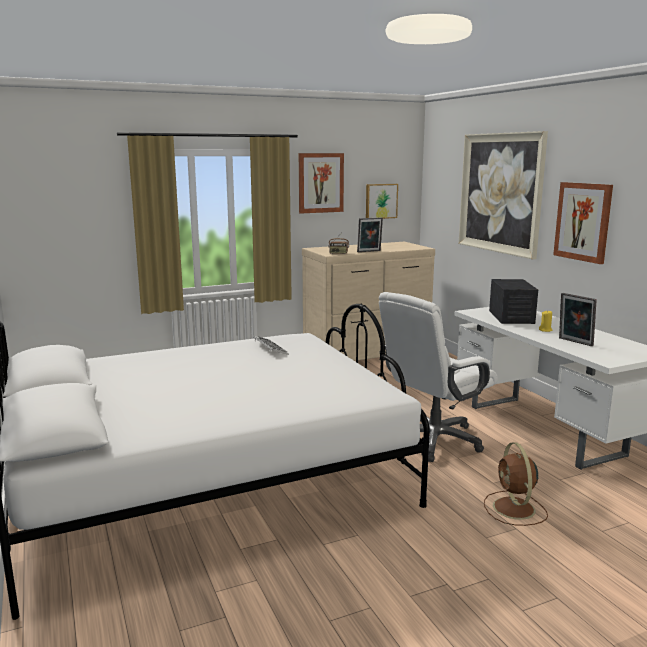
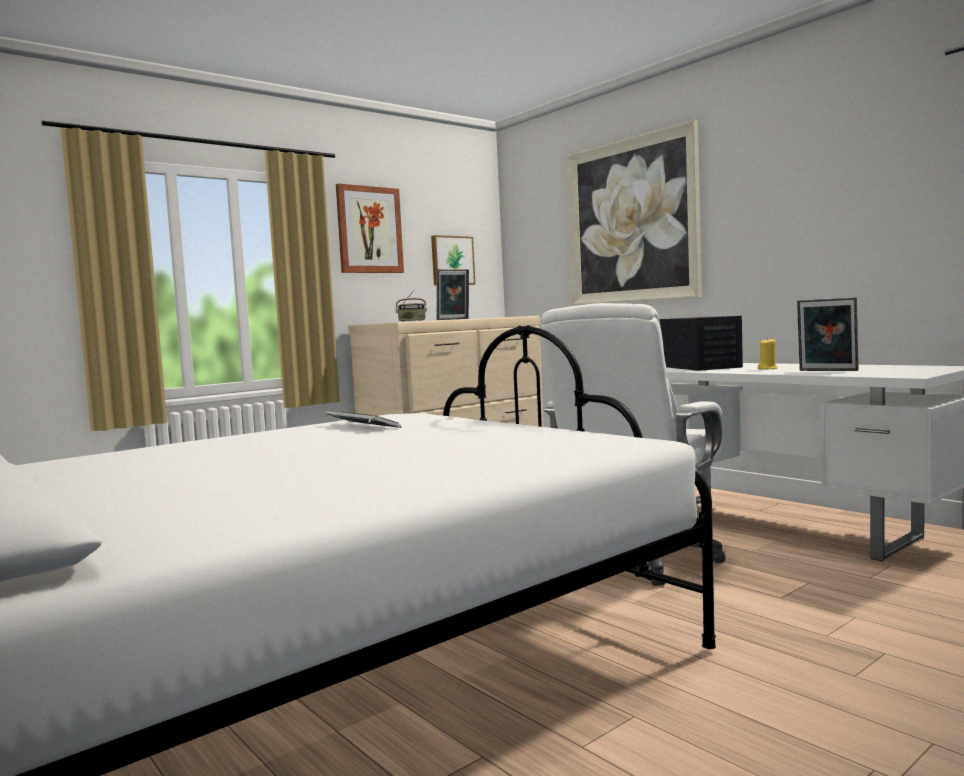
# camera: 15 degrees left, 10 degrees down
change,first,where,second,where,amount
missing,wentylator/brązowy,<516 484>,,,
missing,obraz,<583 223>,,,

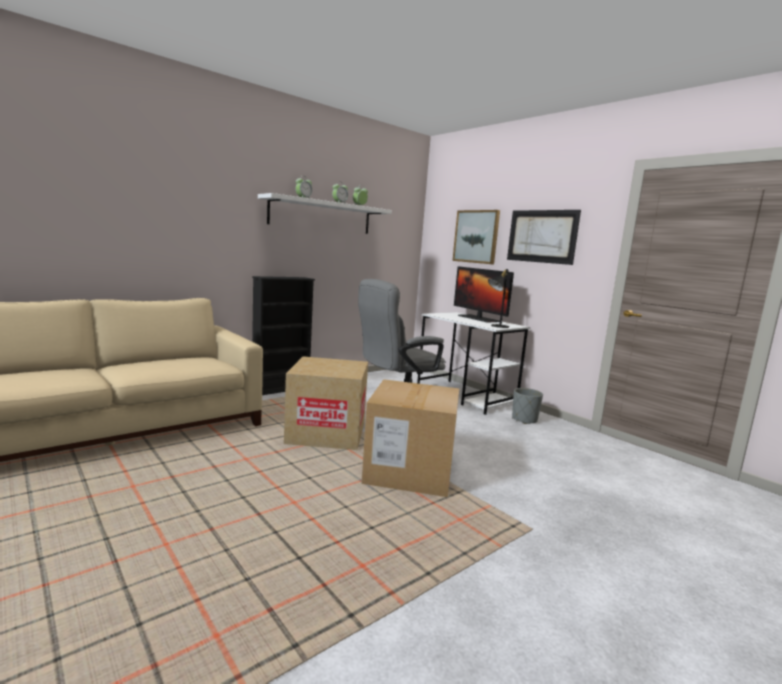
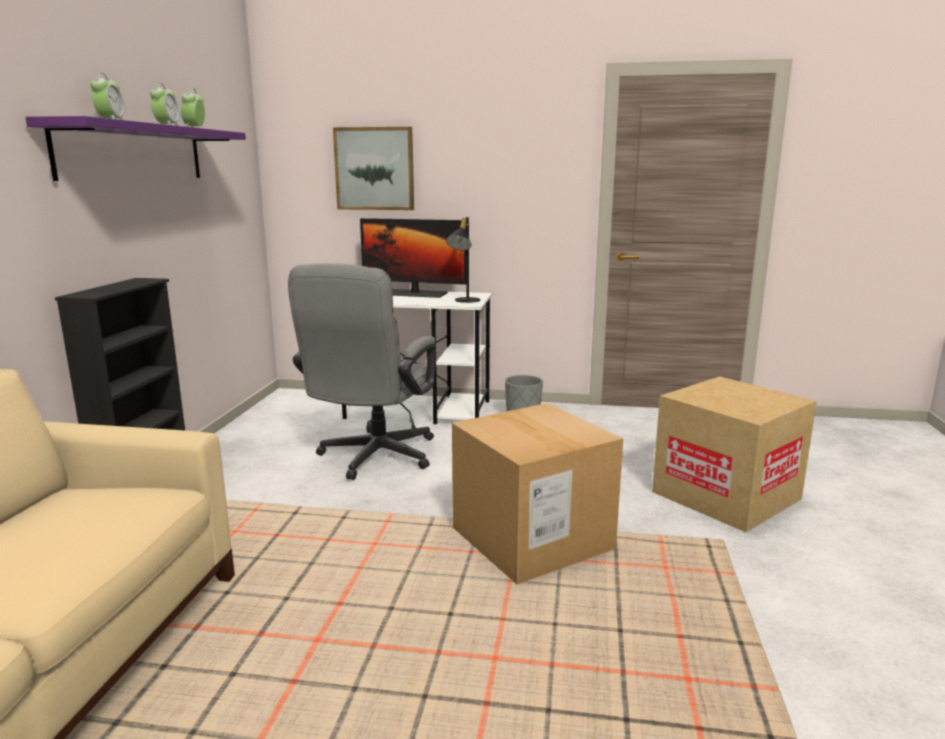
# camera: 40 degrees left, 5 degrees up
change,first,where,second,where,amount
missing,obraz,<544 237>,,,
relocated,karton,<326 403>,,<734 454>,
colour,półka/biały,<325 213>,półka/fioletowy,<135 148>,

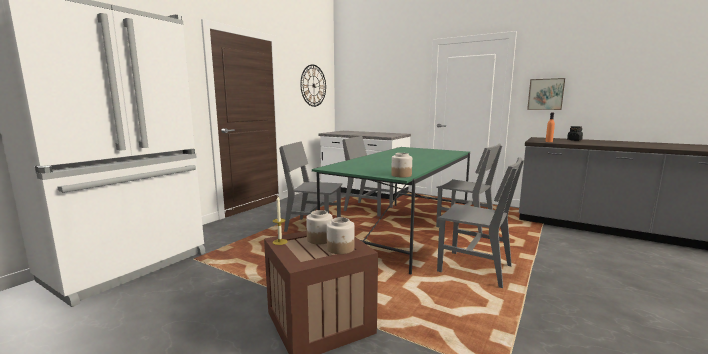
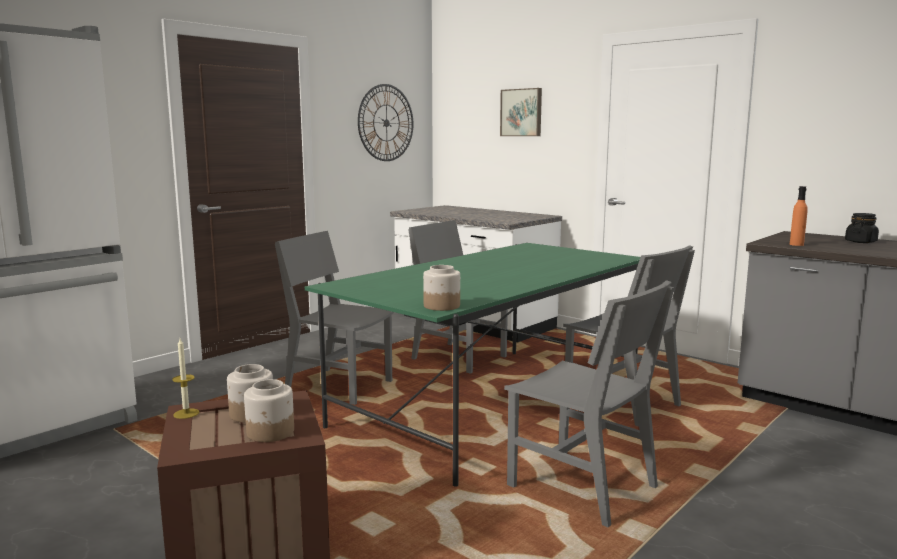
# camera: 10 degrees right, 0 degrees up
change,first,where,second,where,amount
relocated,obraz,<546 94>,,<521 112>,

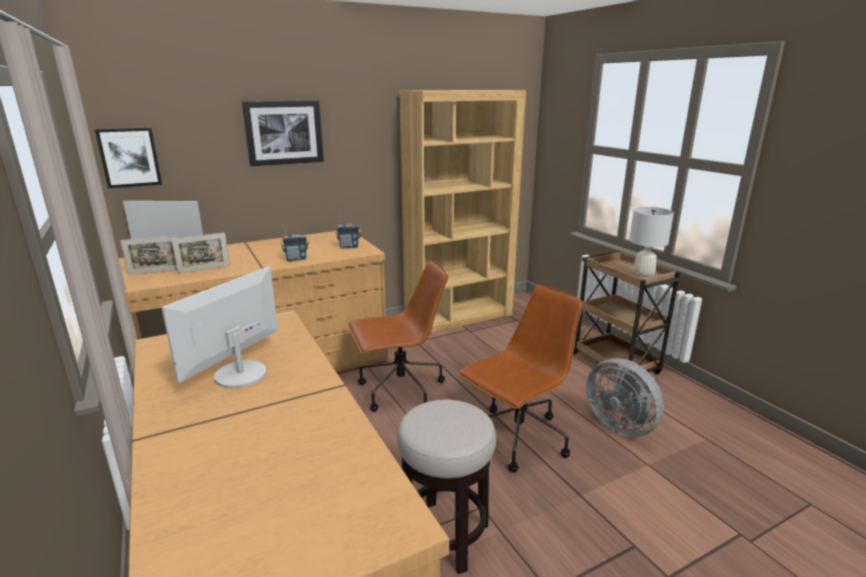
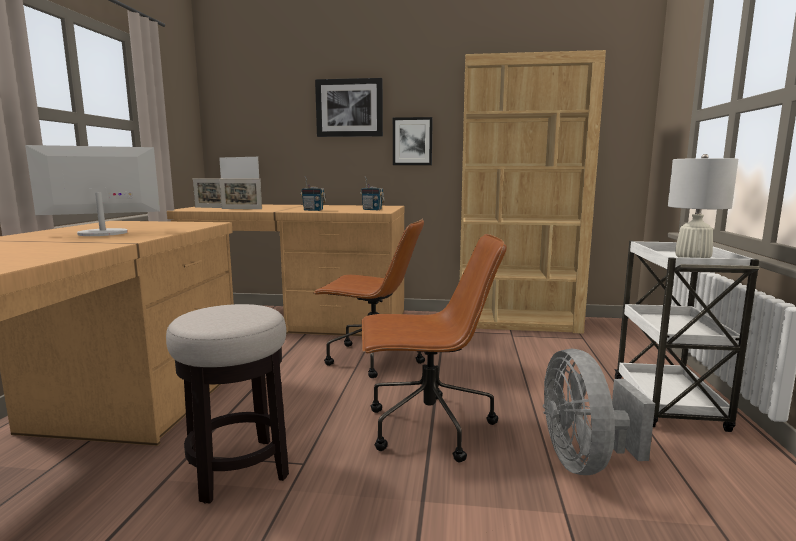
# camera: 35 degrees right, 10 degrees down
change,first,where,second,where,amount
relocated,obraz,<128 157>,,<413 141>,
colour,wózek/brązowy,<628 312>,wózek/biały,<687 336>,

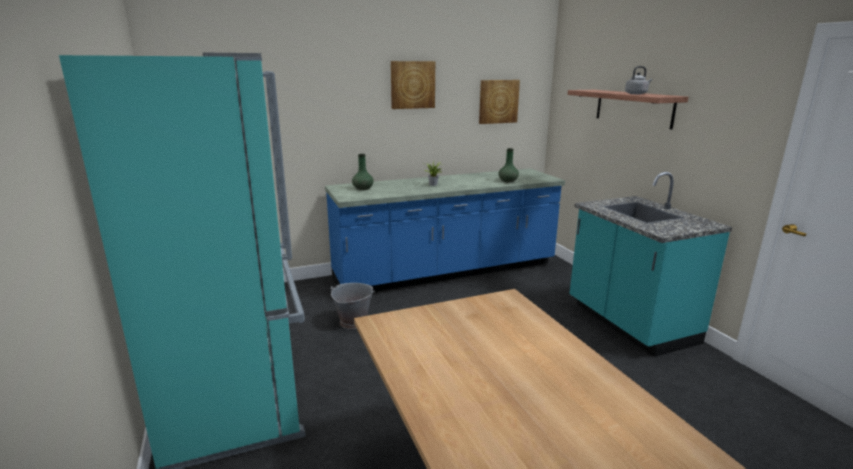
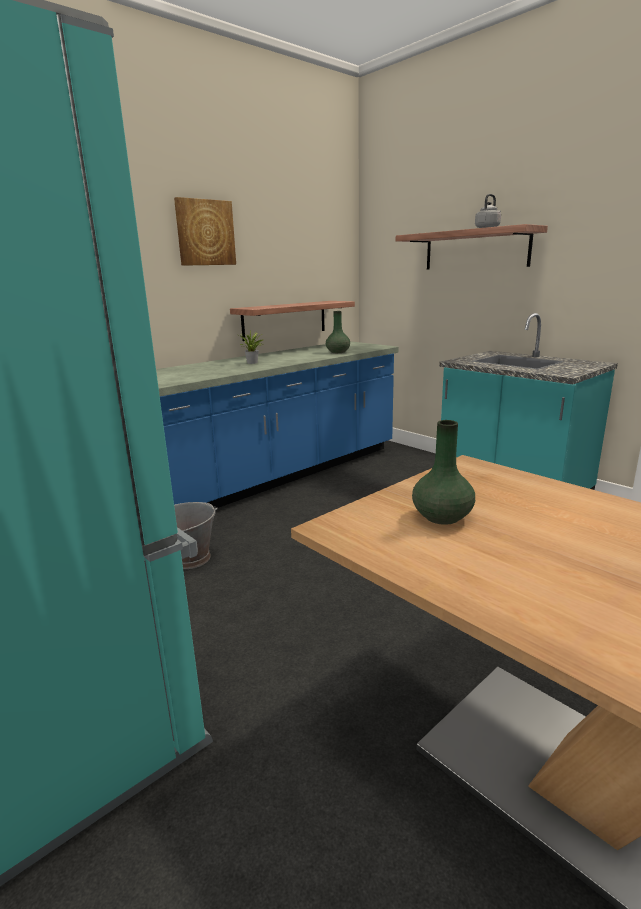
# camera: 20 degrees left, 0 degrees up
change,first,where,second,where,amount
missing,obraz,<499 102>,,,
appeared,,,półka,<292 321>,
relocated,wazon/zielony,<363 172>,,<443 472>,

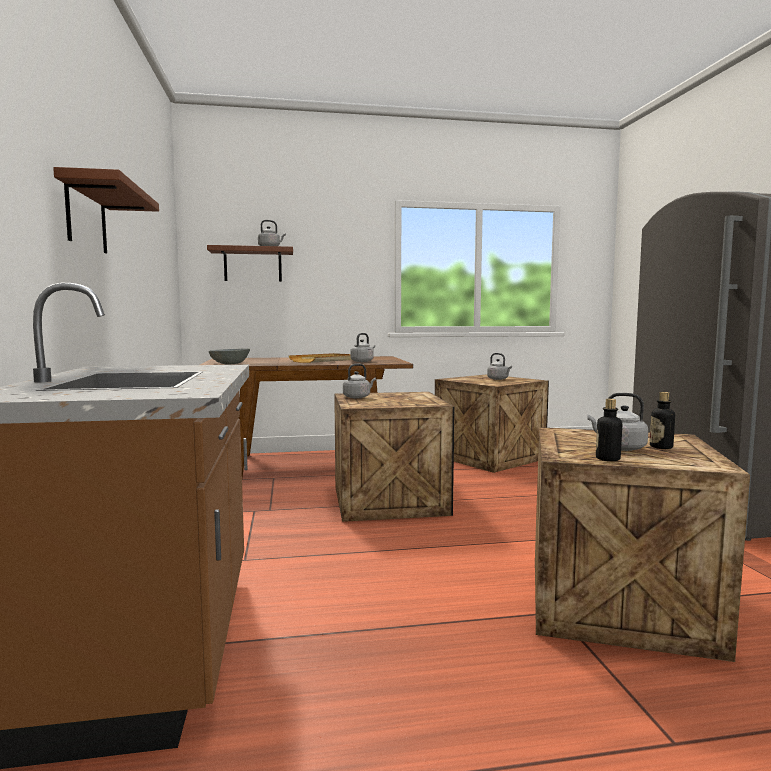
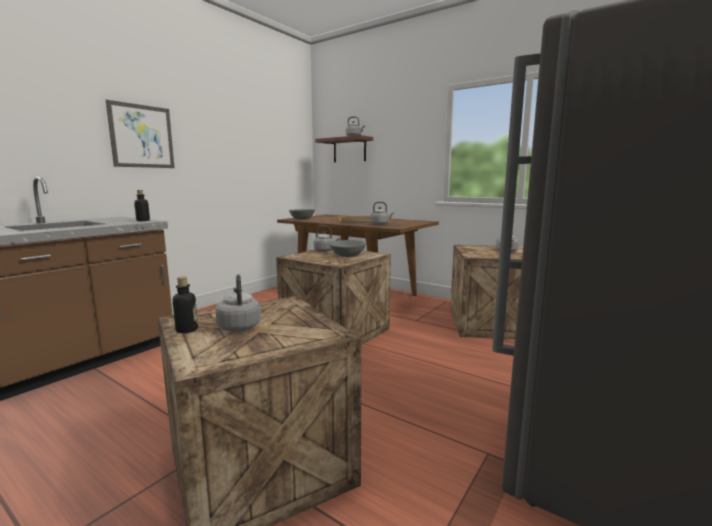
# camera: 45 degrees right, 5 degrees up
change,first,where,second,where,amount
appeared,,,miska/szary,<348 248>,
relocated,butelka,<662 420>,,<142 205>,
exchanged,półka/brązowy,<106 210>,obraz,<140 134>,

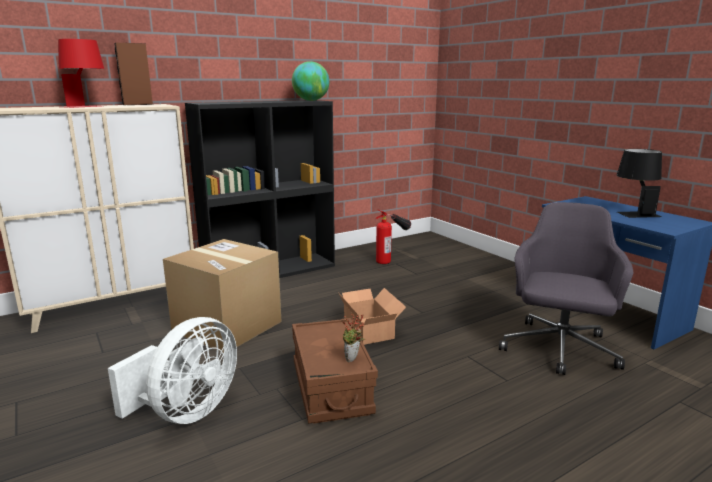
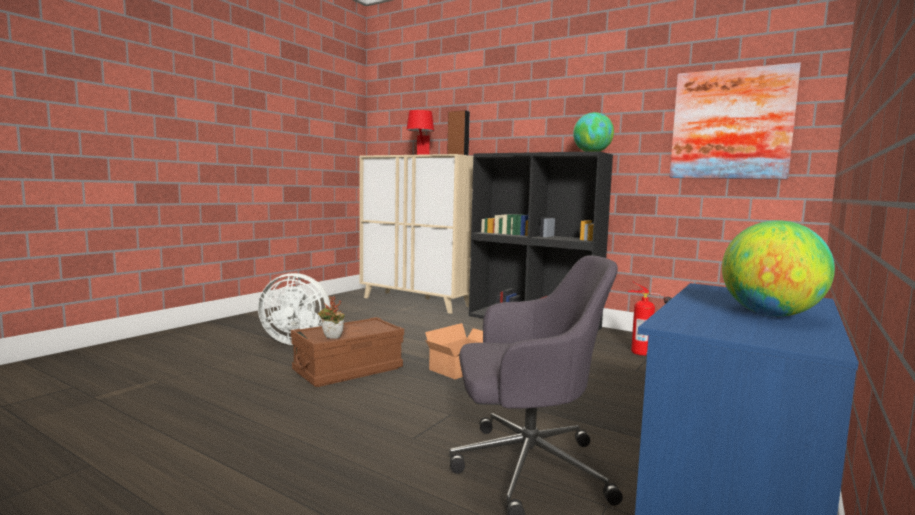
# camera: 65 degrees right, 10 degrees down
change,first,where,second,where,amount
missing,karton,<222 296>,,,
appeared,,,obraz,<735 121>,
exchanged,lampa stołowa/czarny,<639 183>,globus,<778 268>,

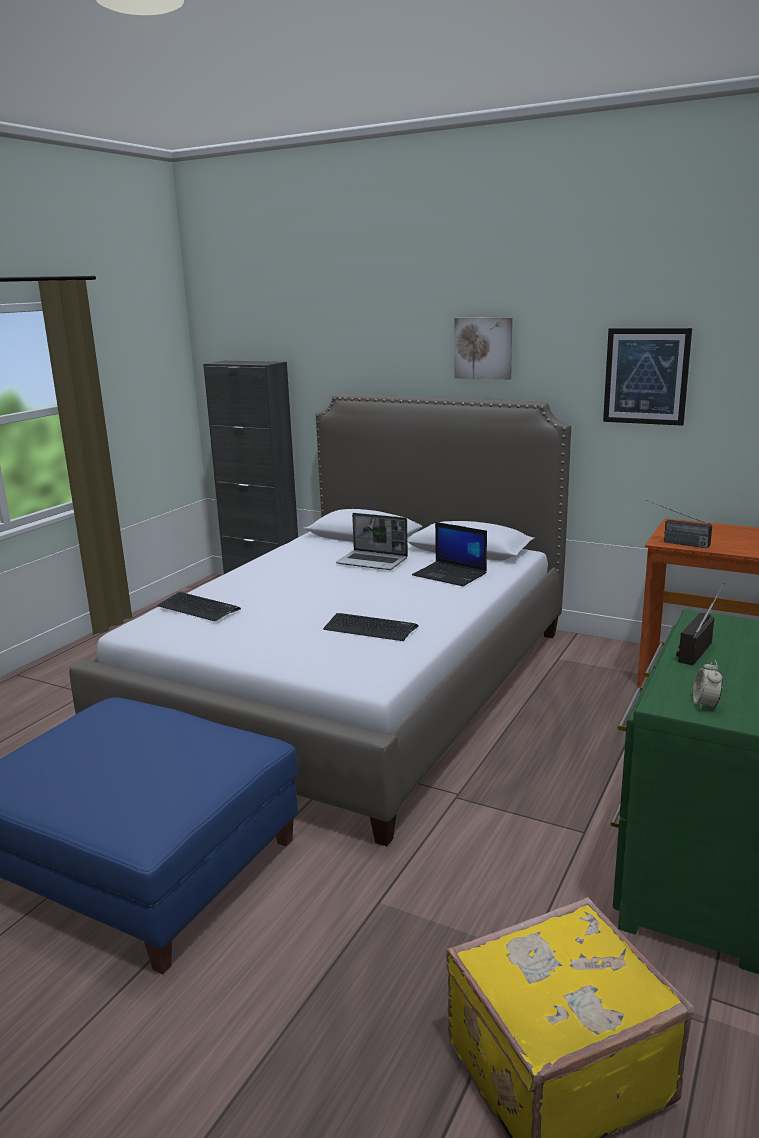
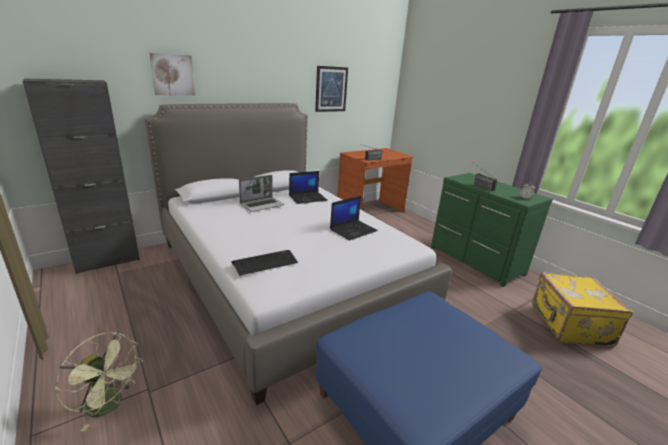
# camera: 65 degrees left, 5 degrees up
change,first,where,second,where,amount
appeared,,,wentylator/zielony,<99 381>,
relocated,obraz,<483 348>,,<172 74>,
exchanged,klawiatura,<370 627>,laptop,<354 218>,

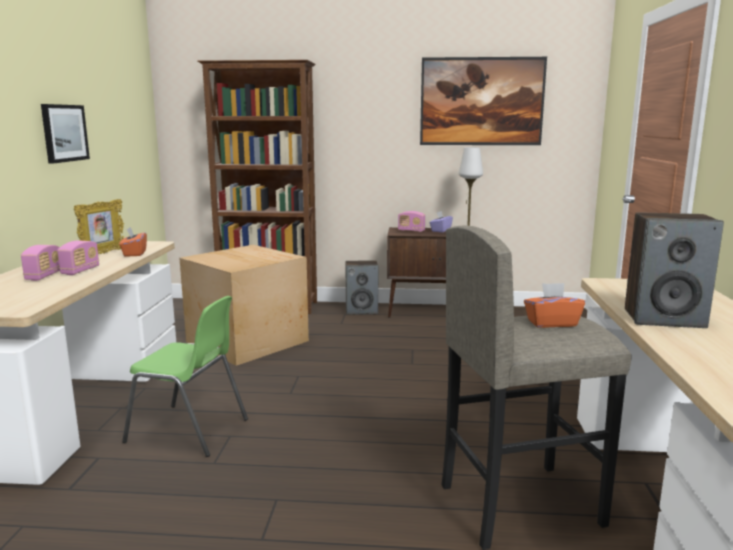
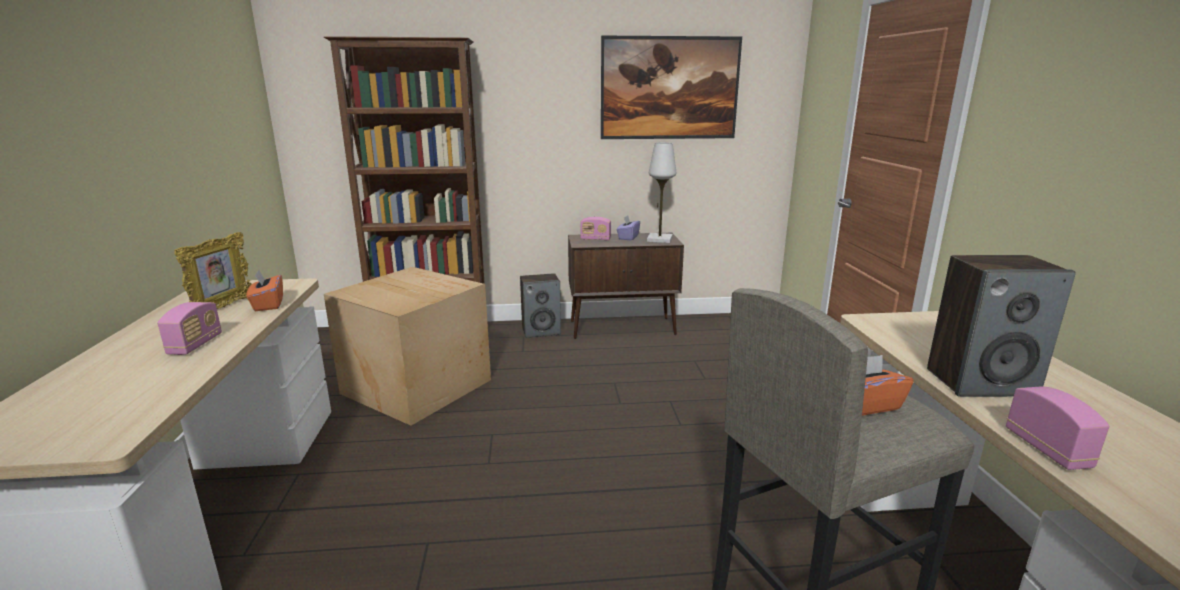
# camera: 10 degrees left, 5 degrees up
change,first,where,second,where,amount
missing,obraz,<65 134>,,,
missing,krzesło/zielony,<185 376>,,,
relocated,radio,<40 263>,,<1057 428>,

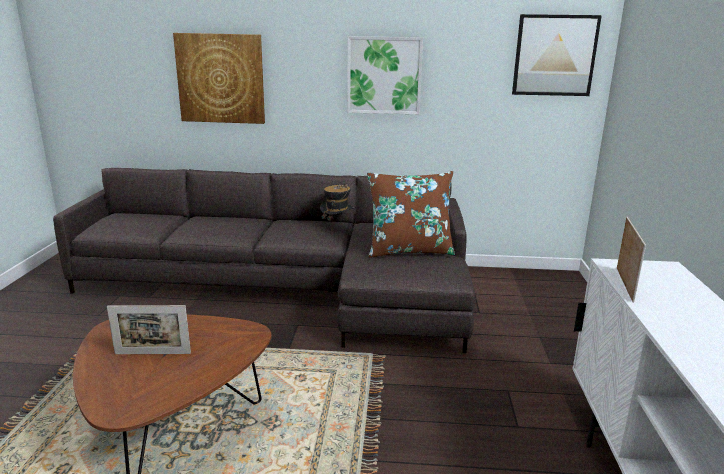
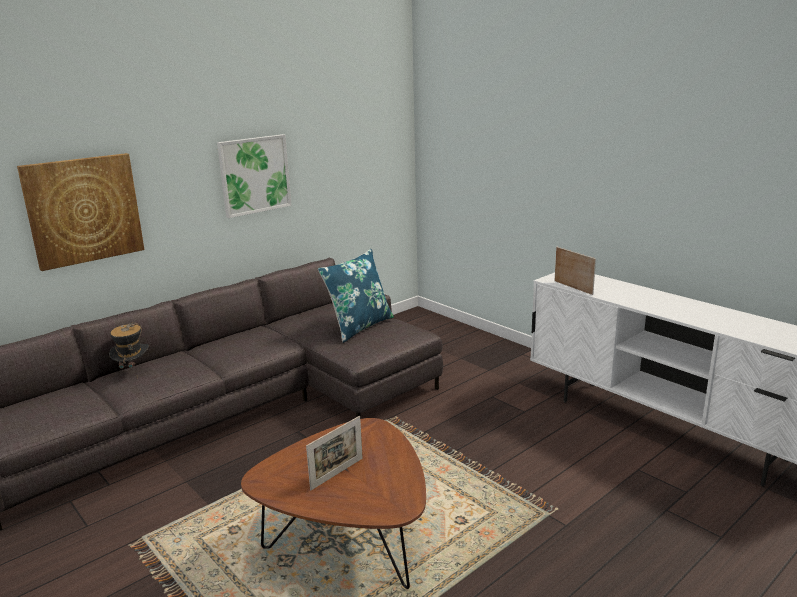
# camera: 45 degrees left, 0 degrees up
change,first,where,second,where,amount
missing,obraz,<557 55>,,,
relocated,kapelusz,<337 202>,,<129 345>,
colour,poduszka/brązowy,<411 214>,poduszka/niebieski,<356 296>,

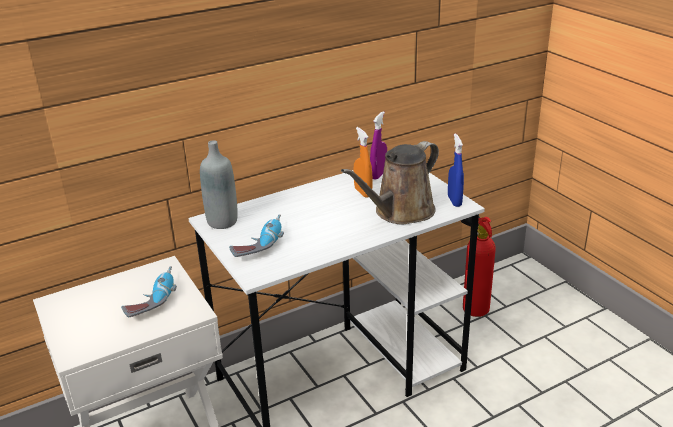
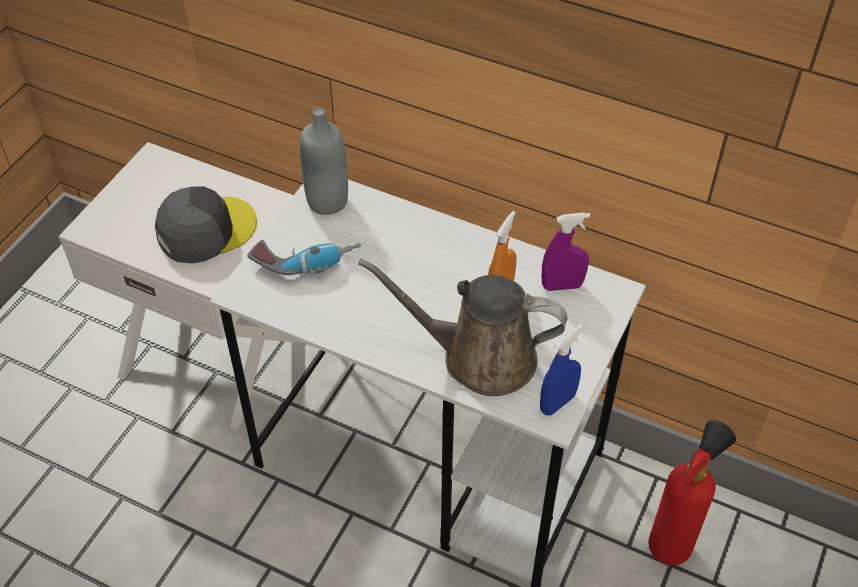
# camera: 55 degrees right, 20 degrees up
change,first,where,second,where,amount
exchanged,wiertarka,<149 291>,czapka z daszkiem/szary,<206 225>,

